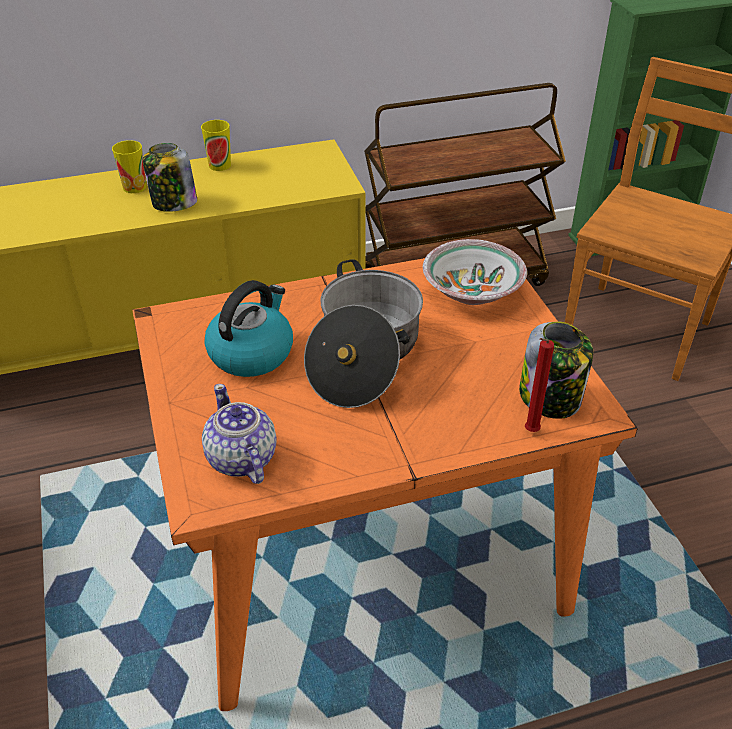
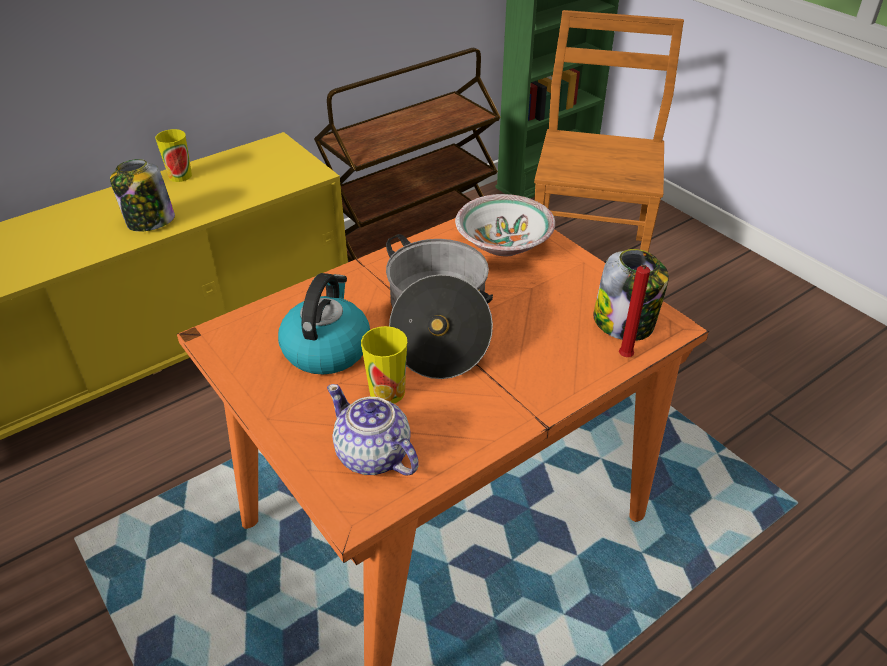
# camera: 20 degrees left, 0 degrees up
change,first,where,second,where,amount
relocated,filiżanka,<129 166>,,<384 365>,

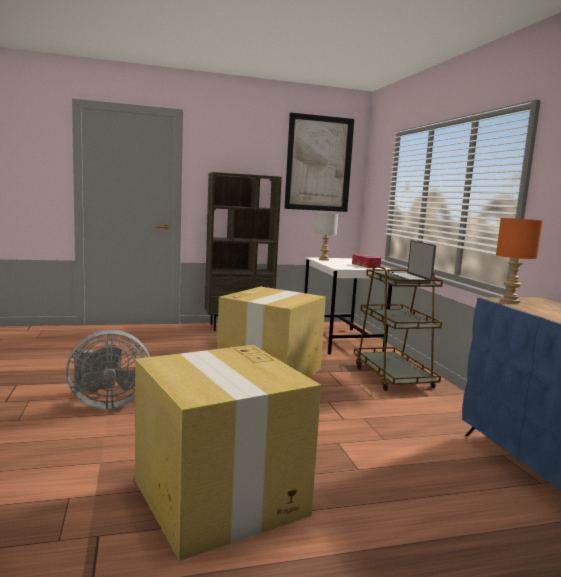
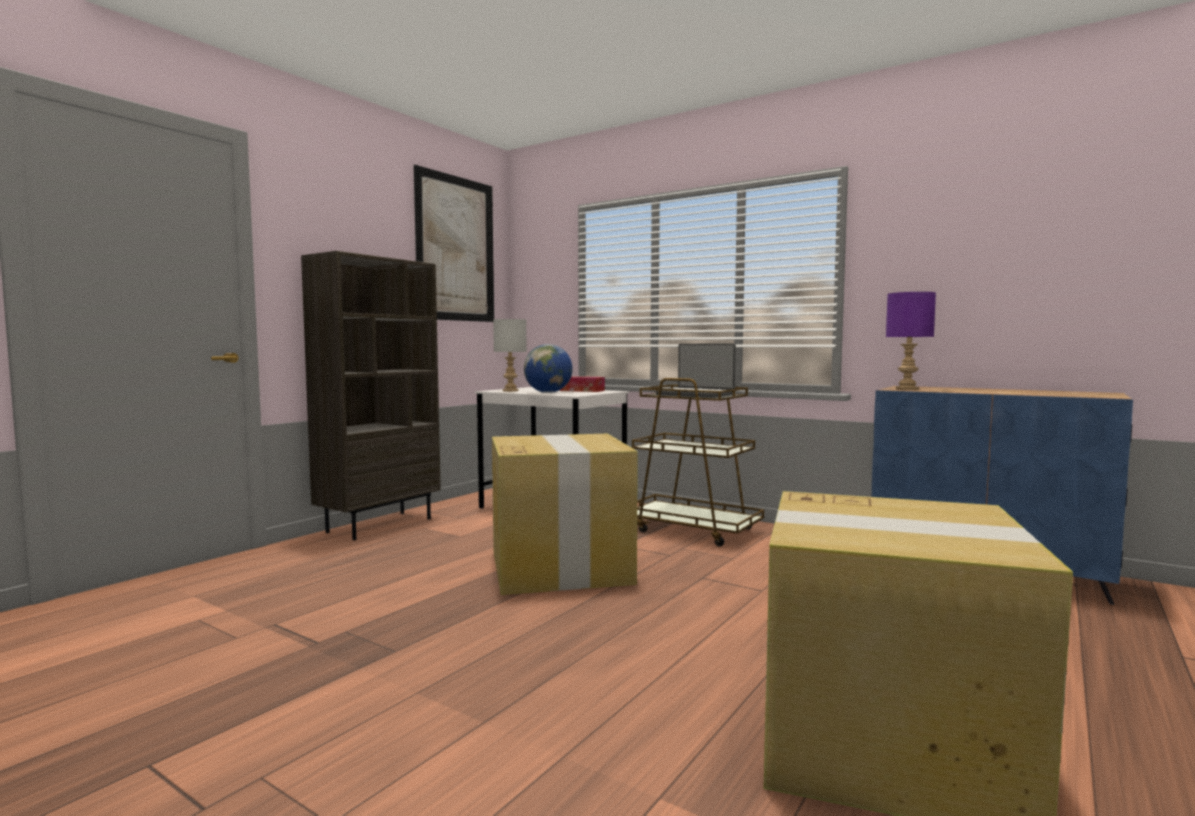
# camera: 40 degrees left, 5 degrees down
change,first,where,second,where,amount
missing,wentylator/szary,<108 369>,,,
appeared,,,globus,<548 368>,
colour,lampa stołowa/pomarańczowy,<519 260>,lampa stołowa/fioletowy,<911 341>,

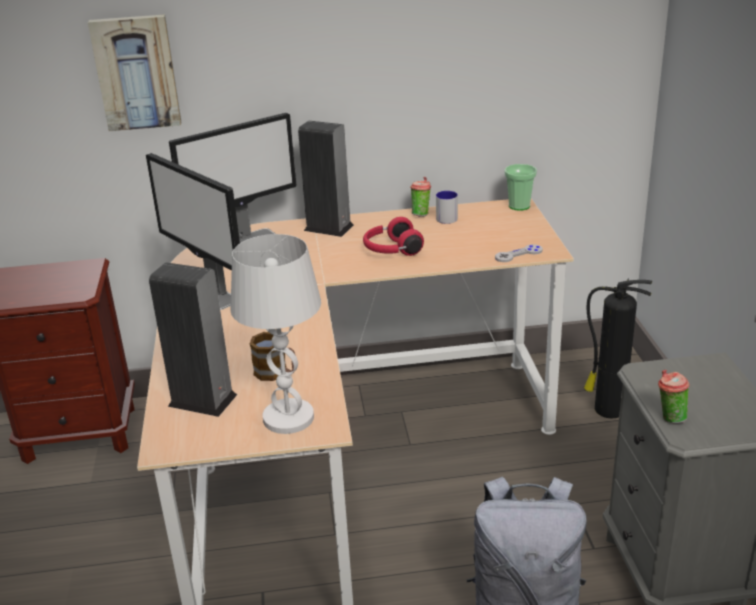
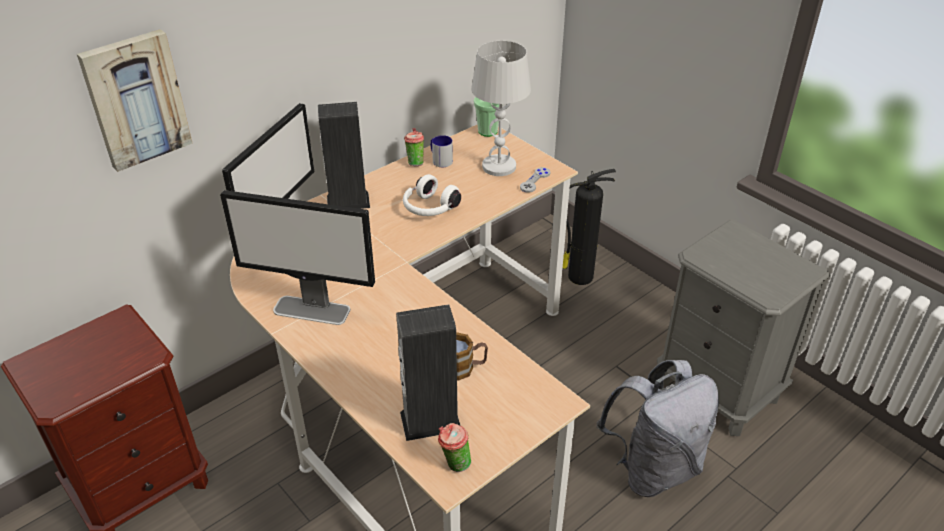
# camera: 35 degrees left, 10 degrees up
change,first,where,second,where,amount
relocated,lampa stołowa/biały,<275 334>,,<501 108>,
relocated,filiżanka,<674 397>,,<454 447>,
colour,słuchawki/czerwony,<393 236>,słuchawki/biały,<432 195>,

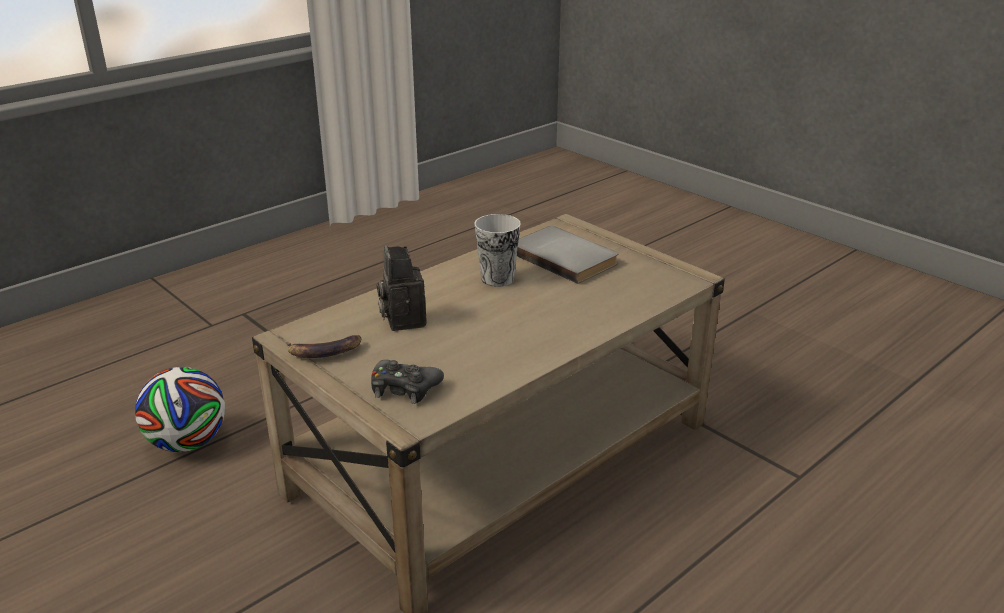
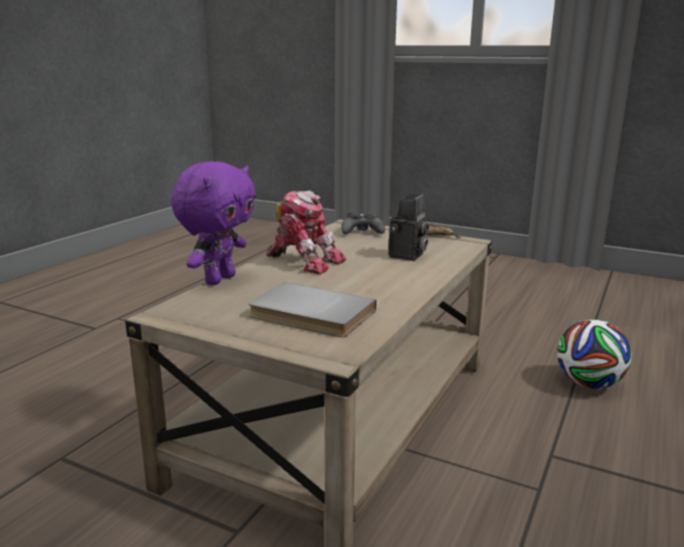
# camera: 160 degrees right, 10 degrees down
change,first,where,second,where,amount
missing,filiżanka,<497 250>,,,
appeared,,,pluszak/fioletowy,<213 223>,
appeared,,,robot zabawkowy,<306 232>,
spun,aparat fotograficzny,<402 288>,,<408 227>,60 degrees clockwise

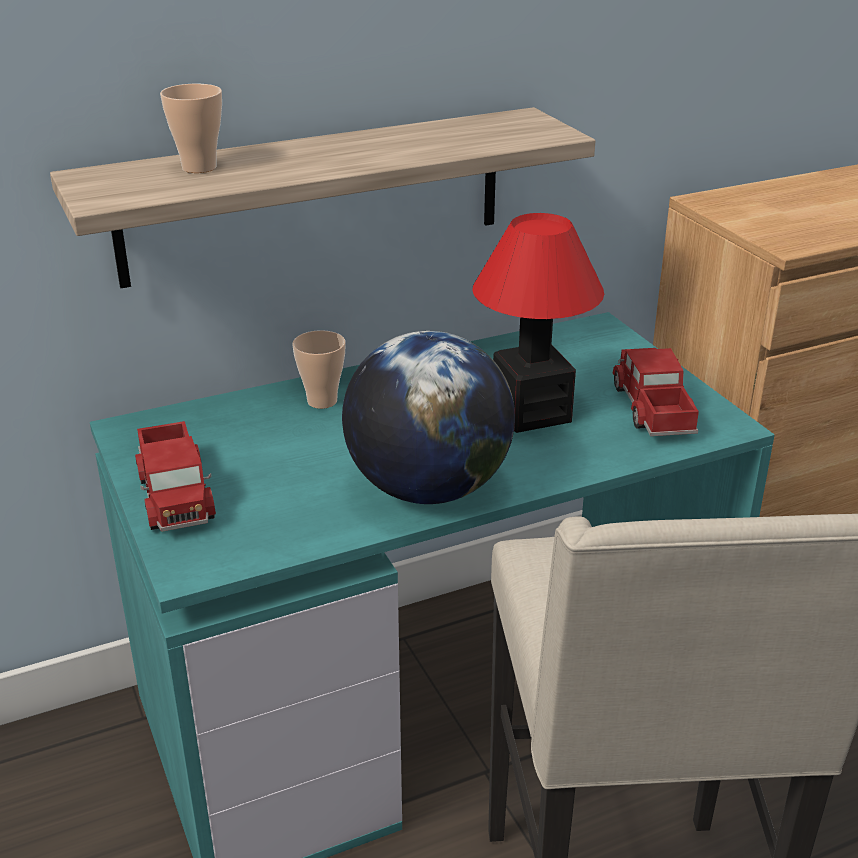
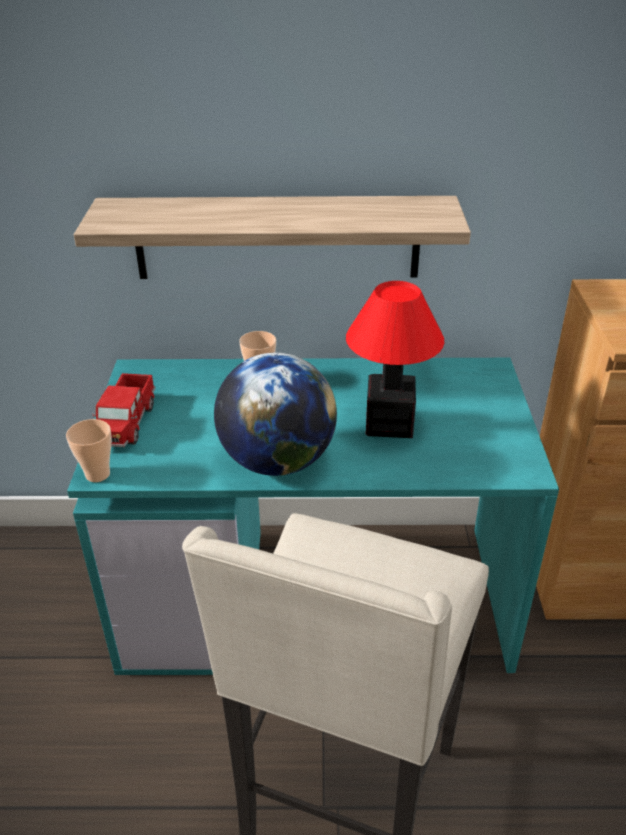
# camera: 25 degrees right, 5 degrees up
change,first,where,second,where,amount
missing,ciężarówka zabawkowa,<656 392>,,,
relocated,filiżanka,<191 128>,,<89 450>,

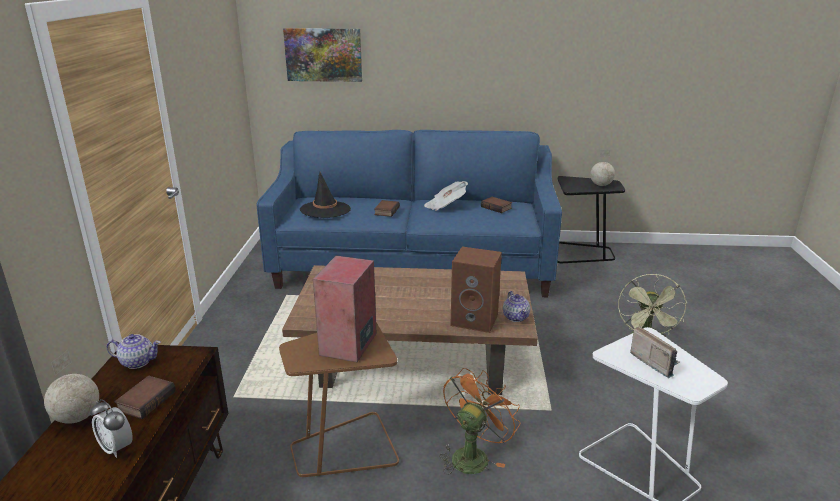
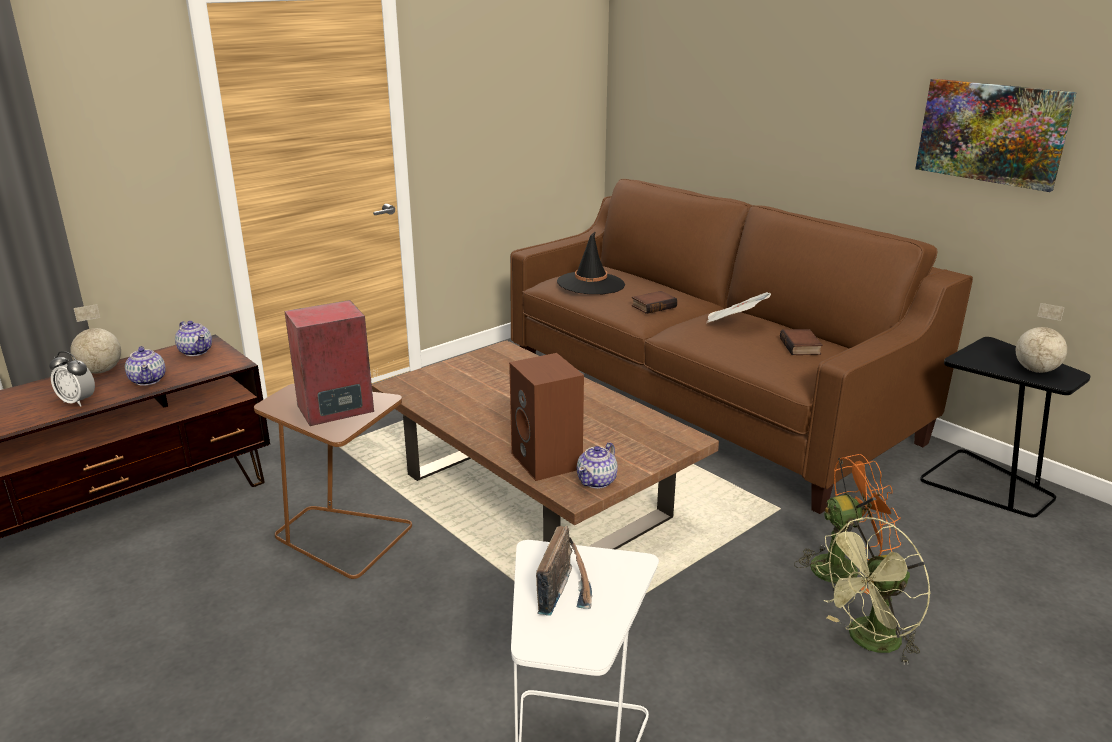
# camera: 45 degrees right, 0 degrees up
change,first,where,second,where,amount
relocated,obraz,<322 55>,,<996 135>,
relocated,wentylator/pomarańczowy,<479 421>,,<847 524>,
exchanged,książka,<145 397>,imbryk,<145 366>,
colour,kanapa/niebieski,<409 213>,kanapa/brązowy,<741 346>,
spun,budzik,<111 428>,,<72 379>,60 degrees counterclockwise

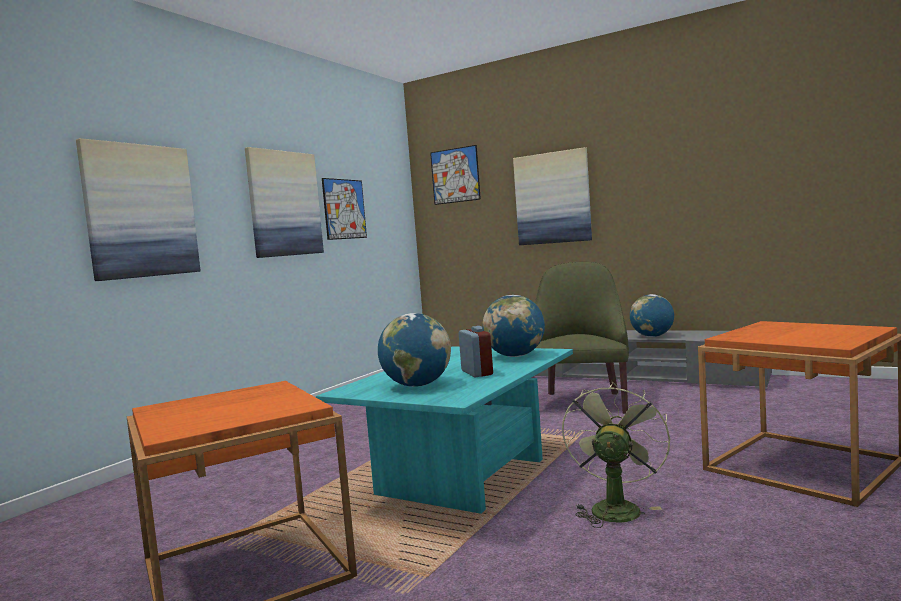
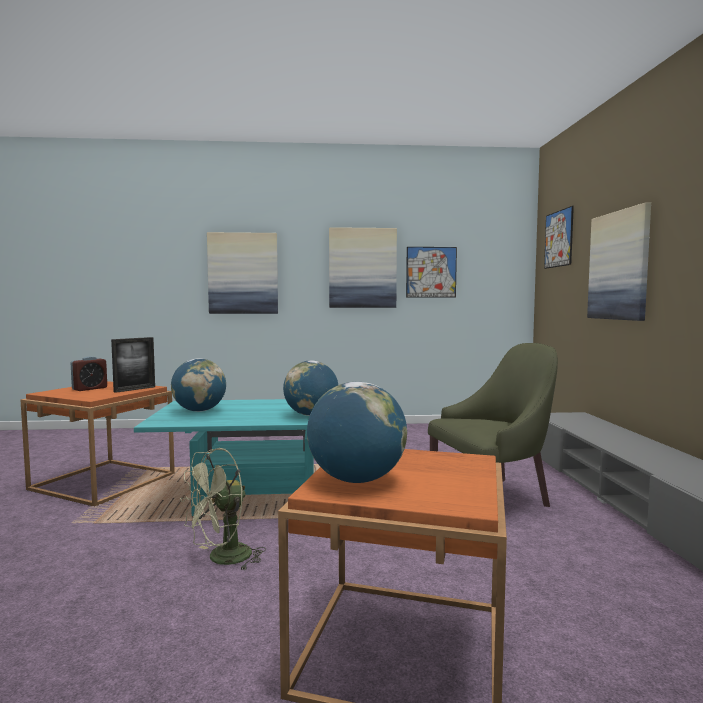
# camera: 55 degrees right, 0 degrees up
change,first,where,second,where,amount
appeared,,,ramka na zdjęcie,<133 365>,
relocated,budzik,<476 351>,,<89 373>,
relocated,globus,<652 315>,,<357 432>,
spun,wentylator/zielony,<616 454>,,<223 509>,150 degrees clockwise

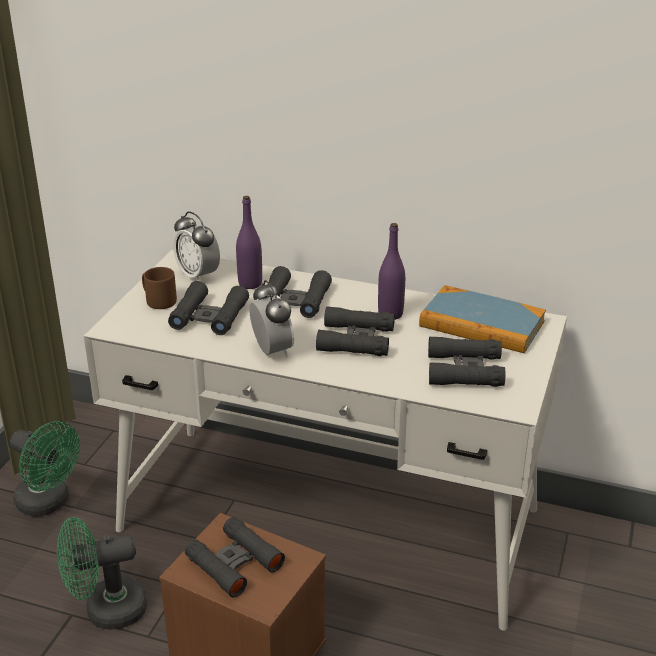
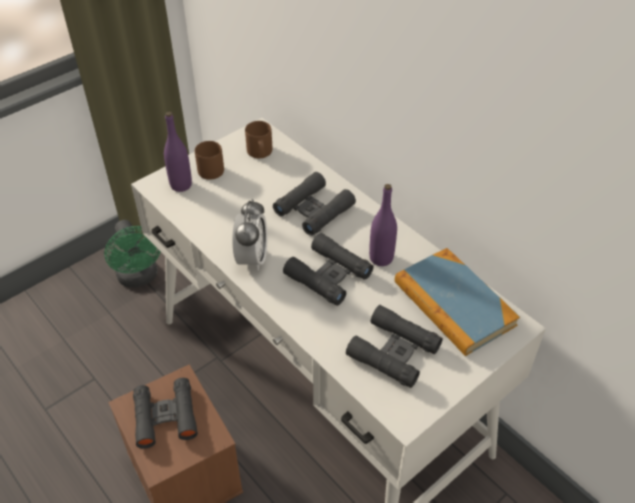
# camera: 30 degrees right, 15 degrees up
change,first,where,second,where,amount
missing,wentylator/zielony,<102 573>,,,
missing,lornetka/czarny,<208 308>,,,
relocated,butelka/fioletowy,<249 242>,,<178 152>,
exchanged,budzik,<196 246>,kubek/brązowy,<258 139>,

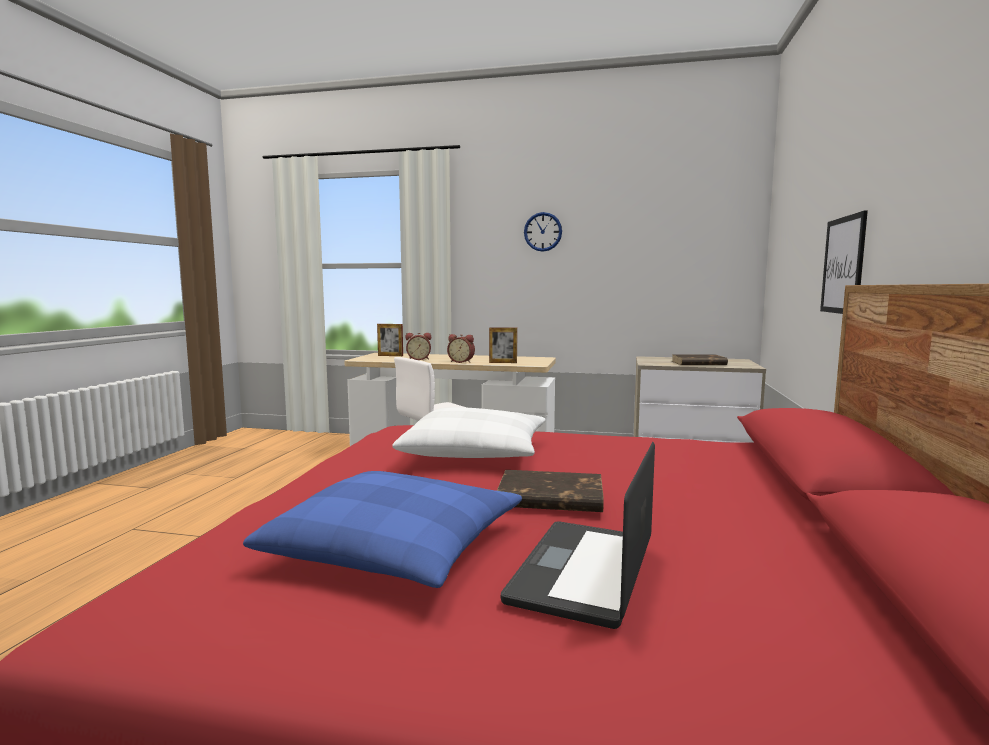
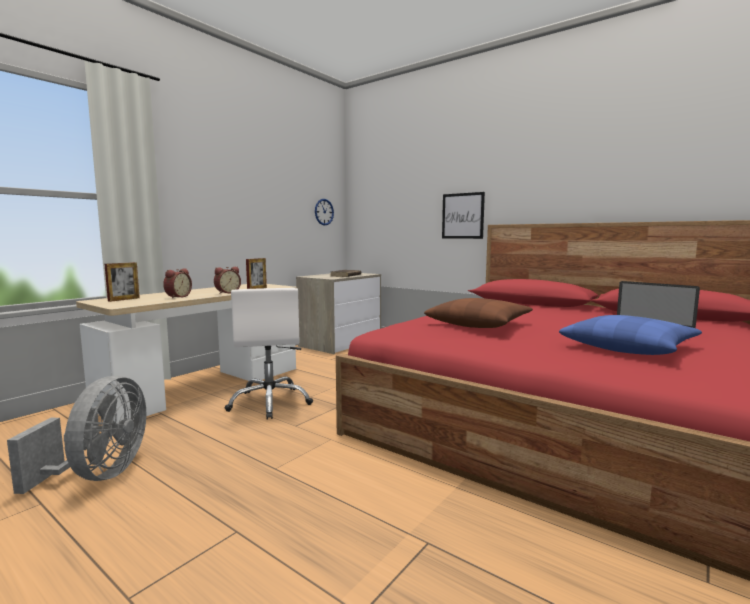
# camera: 65 degrees left, 0 degrees up
change,first,where,second,where,amount
missing,książka/brązowy,<550 491>,,,
appeared,,,wentylator/szary,<76 435>,
relocated,zegar ścienny,<543 232>,,<324 212>,
colour,poduszka/biały,<469 432>,poduszka/brązowy,<478 313>,

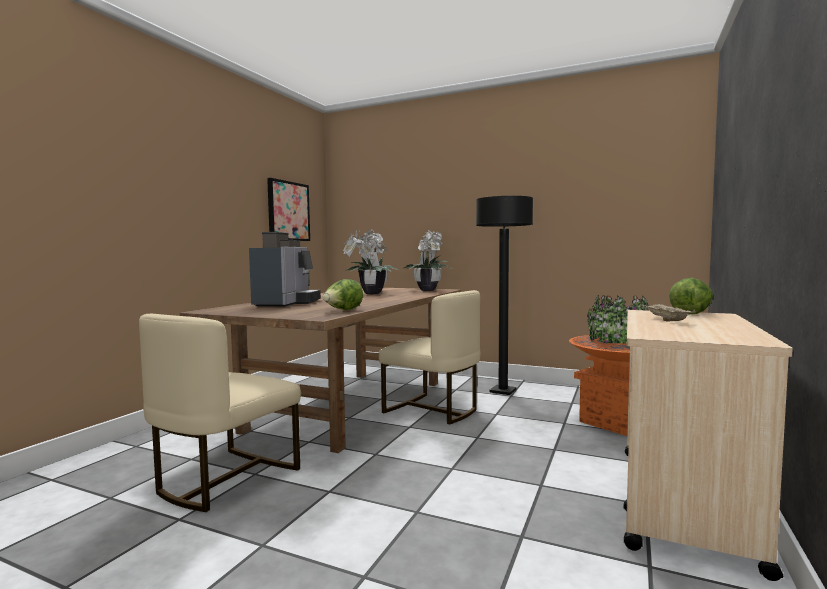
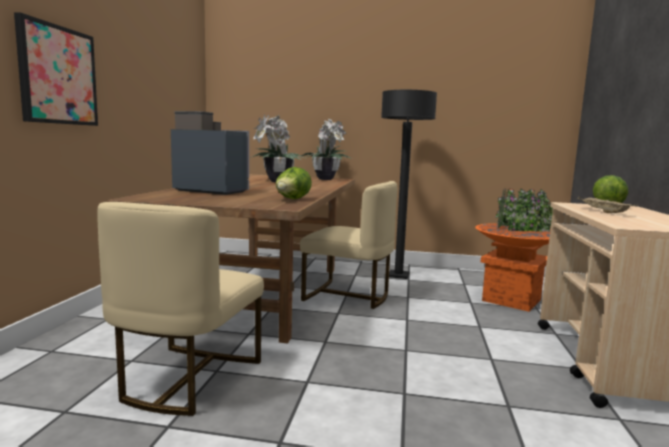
# camera: 15 degrees left, 5 degrees up
change,first,where,second,where,amount
relocated,obraz,<288 209>,,<56 69>,
spun,ekspres do kawy,<285 269>,,<210 153>,60 degrees counterclockwise

